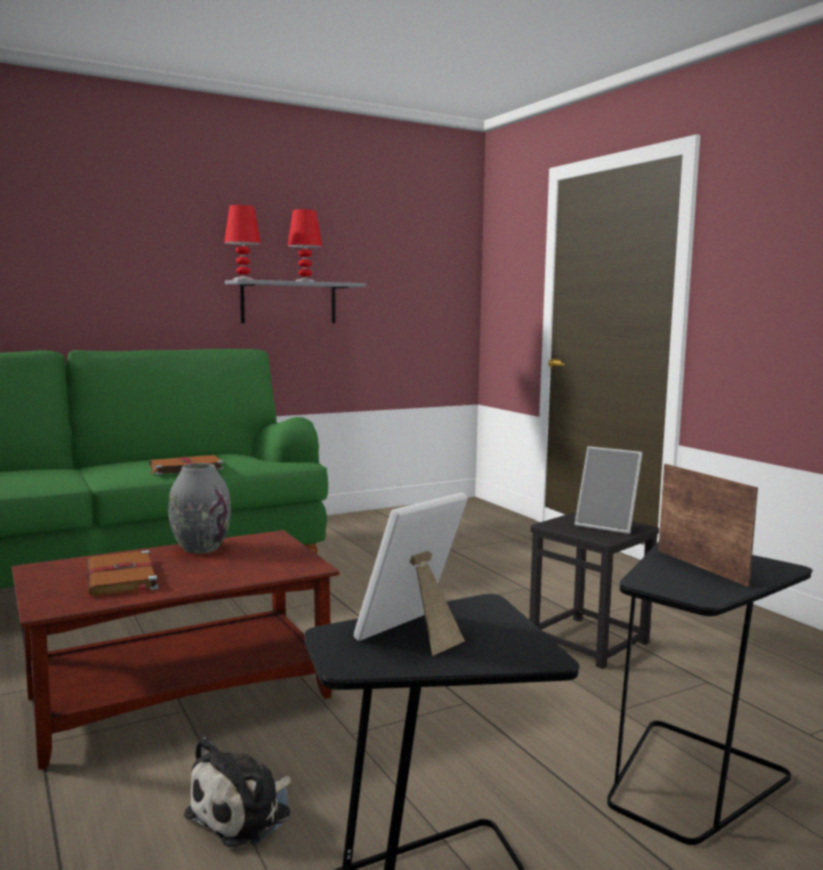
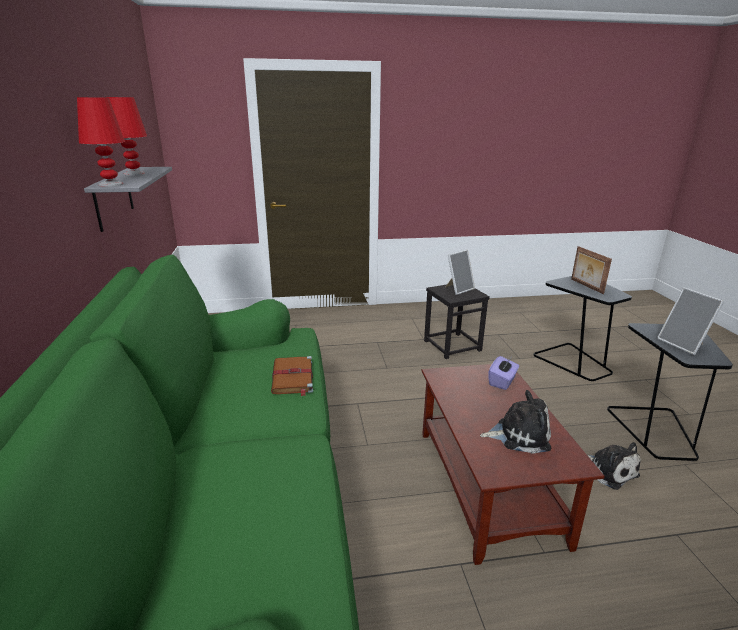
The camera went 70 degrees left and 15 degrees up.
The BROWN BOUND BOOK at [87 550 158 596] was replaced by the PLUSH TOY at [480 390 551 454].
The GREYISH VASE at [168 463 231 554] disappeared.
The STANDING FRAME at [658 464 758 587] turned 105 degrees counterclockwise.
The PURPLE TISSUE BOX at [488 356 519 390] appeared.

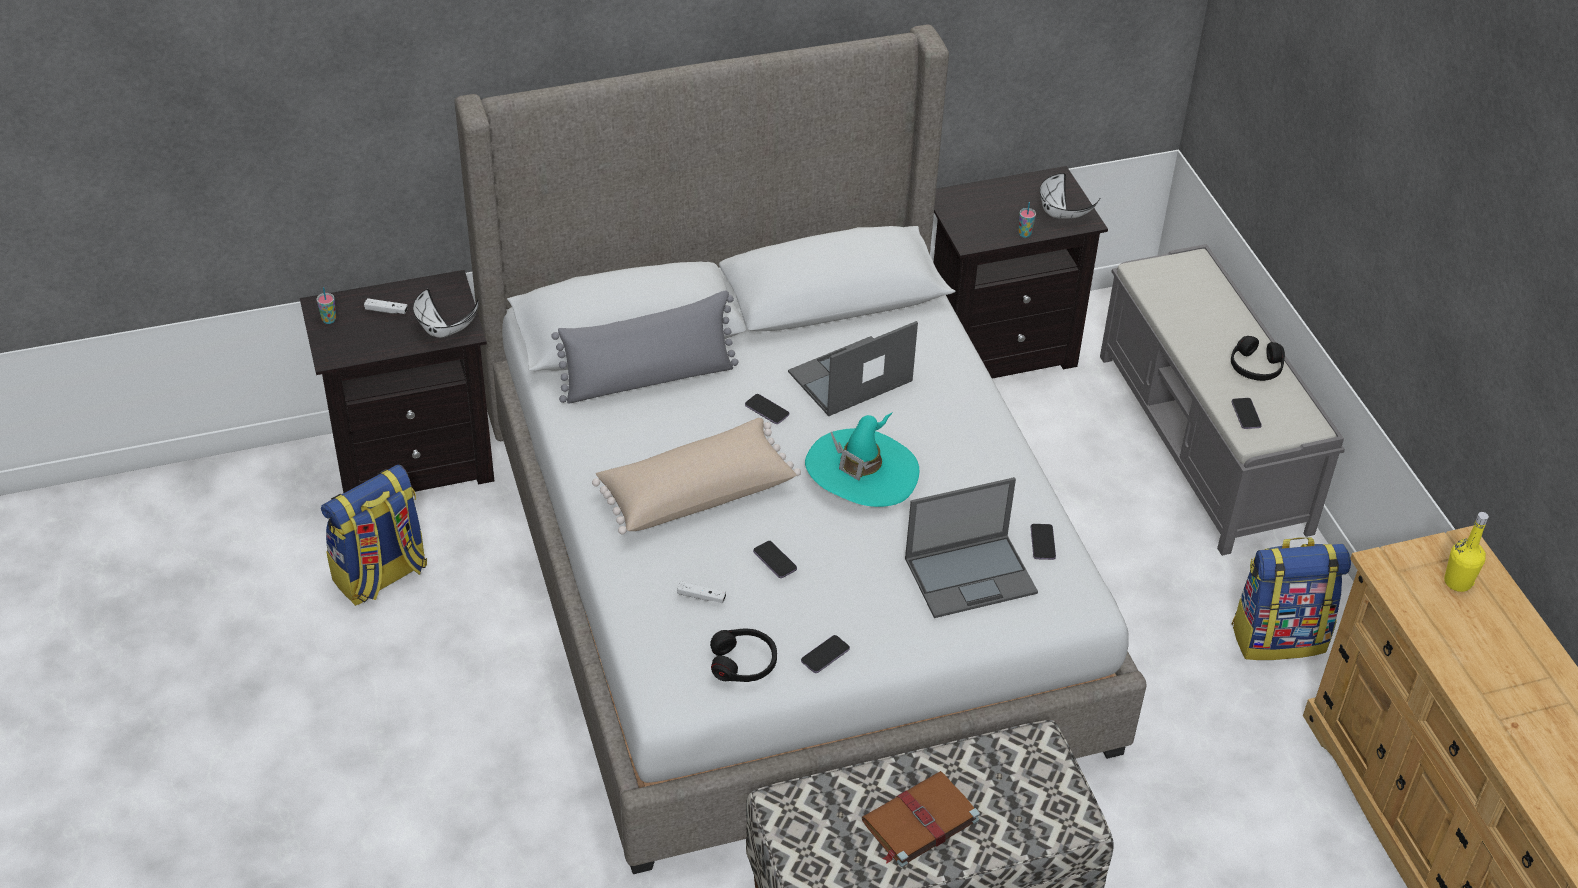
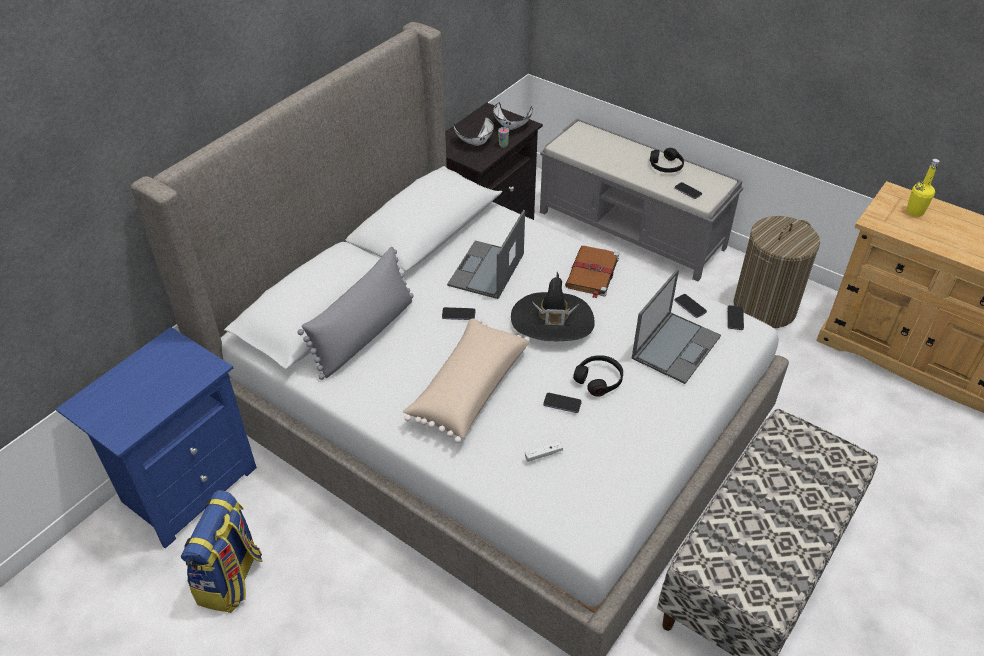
The camera went 35 degrees left and 0 degrees up.
The BLACK-COLOURED NIGHT TABLE at [300 270 494 493] became the BLUISH NIGHT TABLE at [56 327 257 549].
The DRINKING CUP at [317 287 336 324] disappeared.
The WHITISH JOYPAD at [364 298 408 314] disappeared.
The WHITISH BOWL moved from [413 289 479 338] to [453 117 494 146].
The BLACK-COLOURED HEADPHONES moved from [710 628 777 682] to [573 355 623 397].
The PHONE moved from [801 635 850 673] to [727 305 744 330].
The BLUE-GREEN CLOTHING HAT at [805 412 919 507] became the BLACK-COLOURED CLOTHING HAT at [511 272 595 341].
The BROWN BOUND BOOK moved from [862 771 980 867] to [565 246 619 299].
The BACKPACK at [1231 537 1351 660] was replaced by the LAUNDRY BASKET at [734 216 820 328].

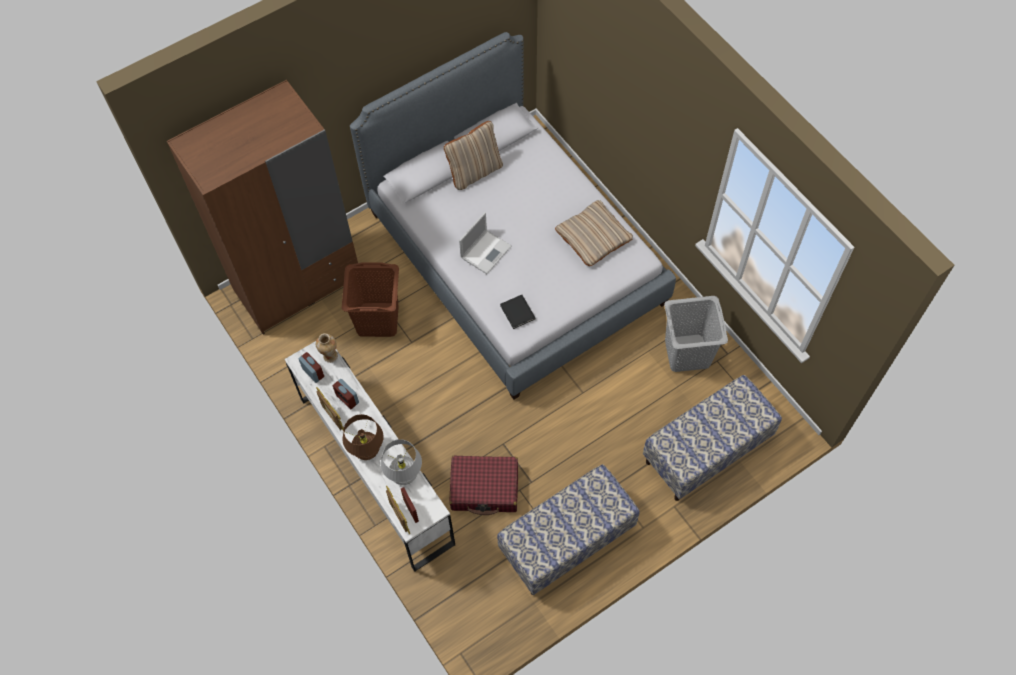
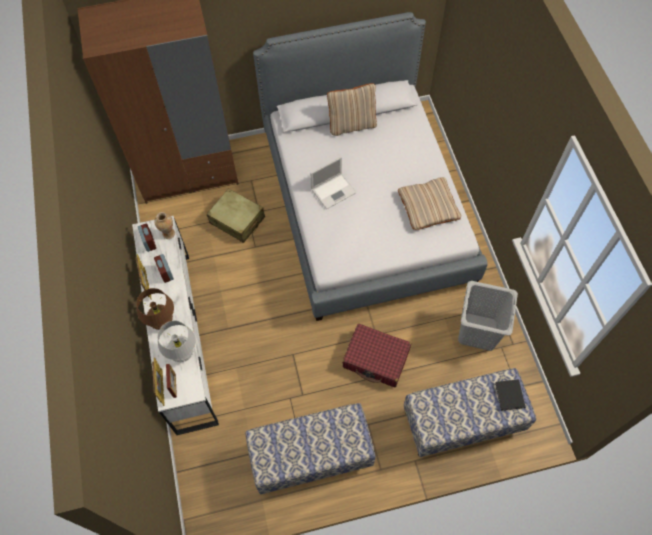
The camera went 20 degrees right and 0 degrees up.
The BROWN LAUNDRY BASKET at [342 263 399 337] was replaced by the SAND-COLOURED PIECE OF LUGGAGE at [207 188 265 243].
The RED PIECE OF LUGGAGE moved from [450 455 518 515] to [342 323 411 387].
The BLACK-COLOURED BOUND BOOK moved from [500 295 535 329] to [495 379 525 411].

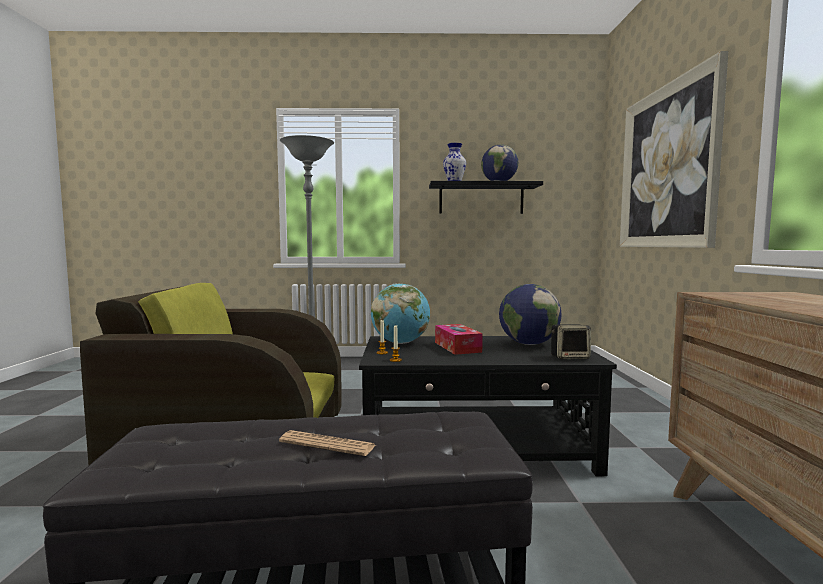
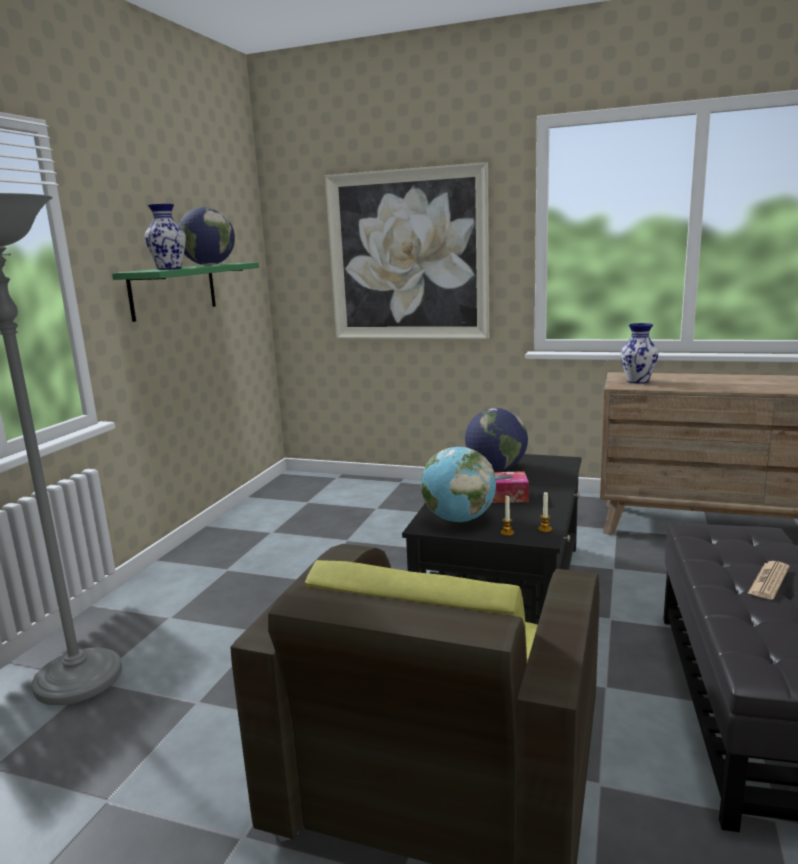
The camera went 70 degrees left and 10 degrees up.
The BLACK-COLOURED SHELF at [429 181 543 214] became the GREEN SHELF at [112 262 259 322].
The AUDIO SPEAKER at [551 324 591 359] disappeared.
The VASE at [620 323 659 384] appeared.

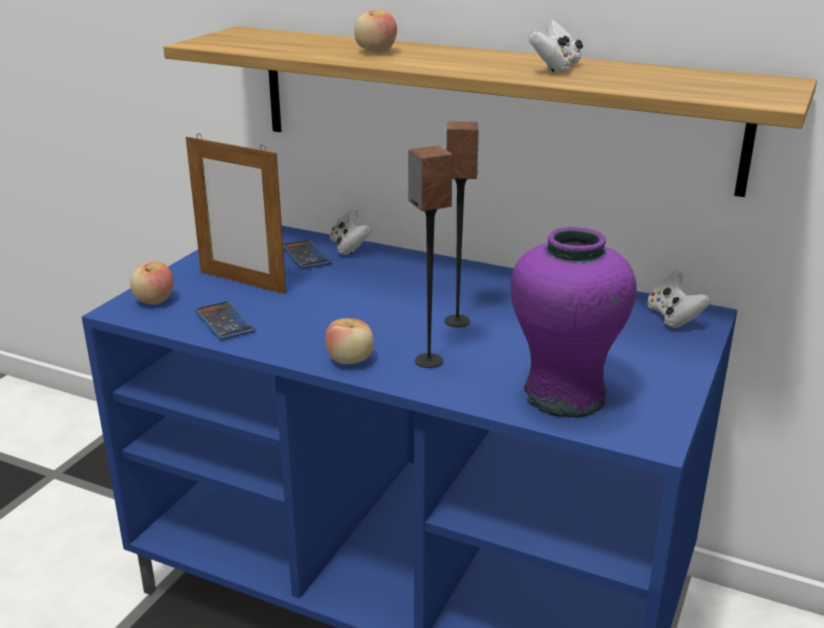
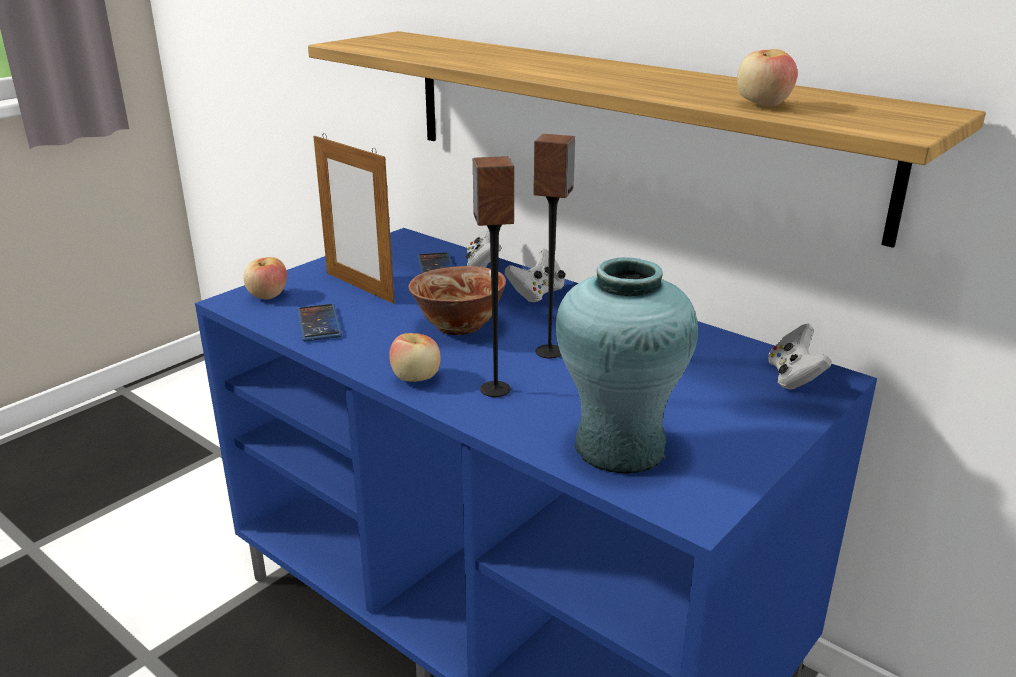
The camera went 15 degrees right and 0 degrees up.
The WHOLE APPLE moved from [354 10 397 53] to [737 49 798 107].
The PURPLE VASE at [510 227 637 417] became the BLUE-GREEN VASE at [556 257 698 473].
The WHITISH JOYPAD moved from [528 20 583 73] to [504 249 565 303].
The BOWL at [409 266 506 335] appeared.

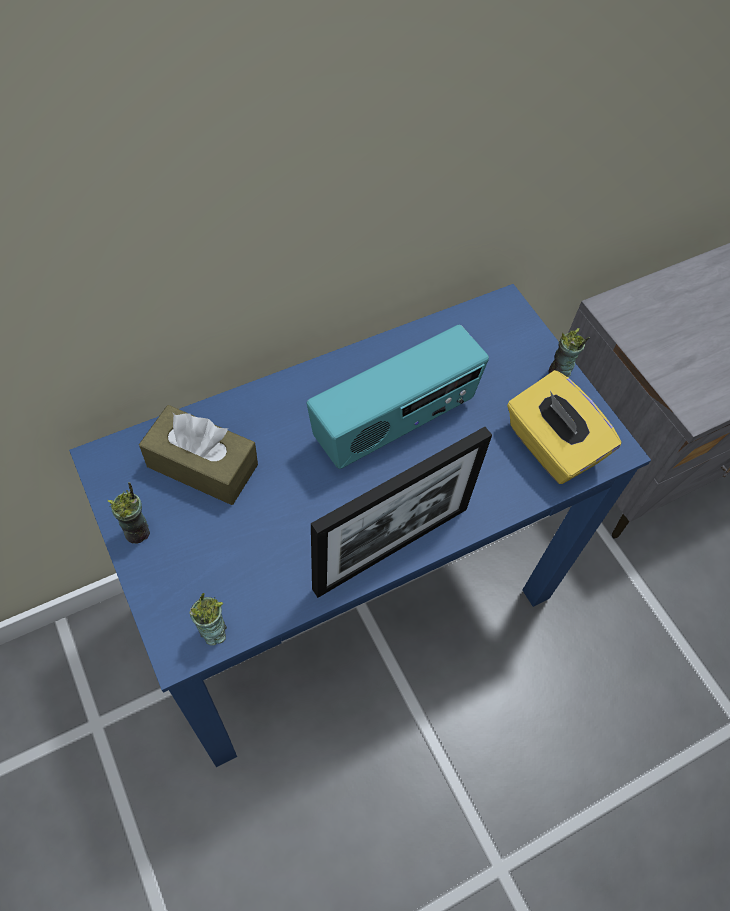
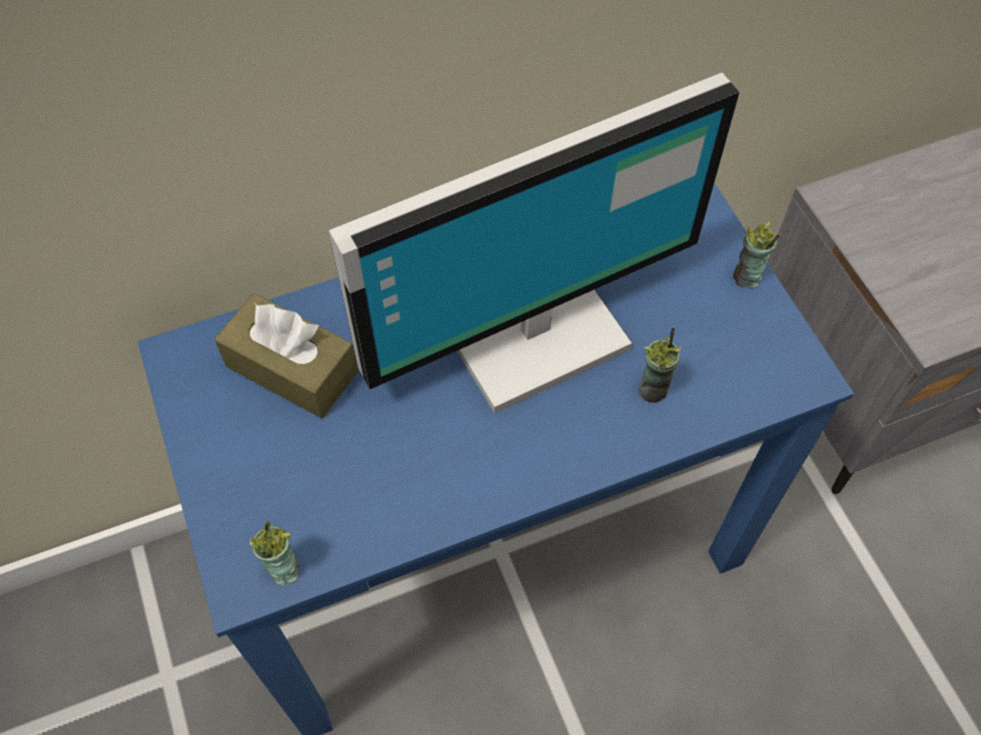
The camera went 10 degrees right and 0 degrees up.
The DRINKING CUP moved from [108 482 150 544] to [638 327 682 403].
The RADIO at [307 325 489 469] was replaced by the COMPUTER DISPLAY at [329 73 740 414].
The STANDING FRAME at [311 427 492 598] disappeared.
The YELLOWISH TISSUE BOX at [507 370 621 484] disappeared.

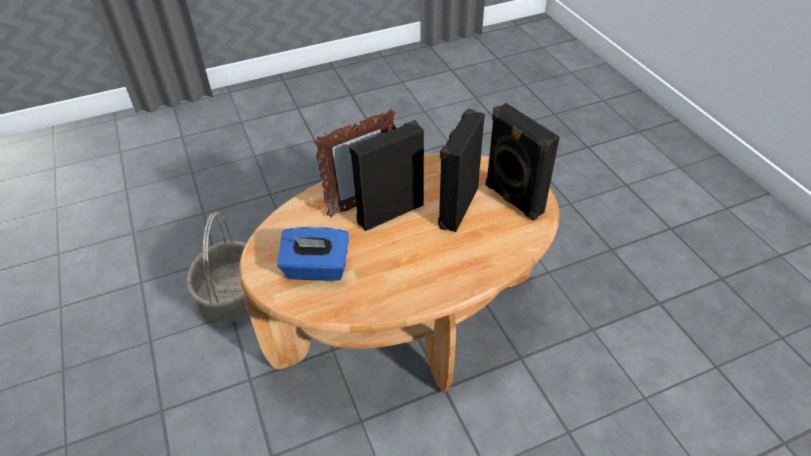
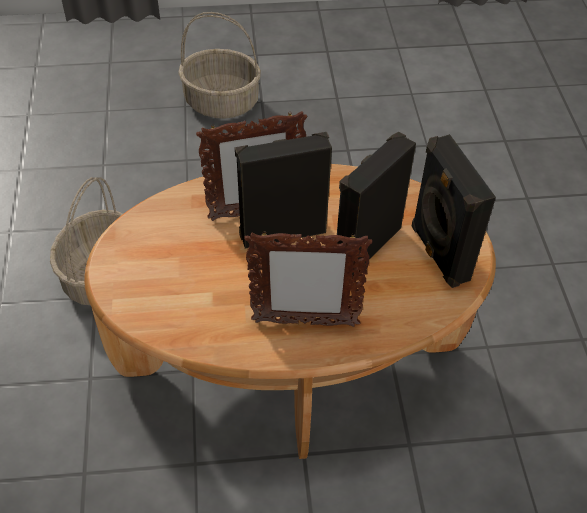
The camera went 15 degrees right and 5 degrees up.
The BLUISH TISSUE BOX at [277 227 350 281] disappeared.
The HOUSEHOLD BASKET at [178 12 261 119] appeared.
The STANDING FRAME at [244 231 372 327] appeared.

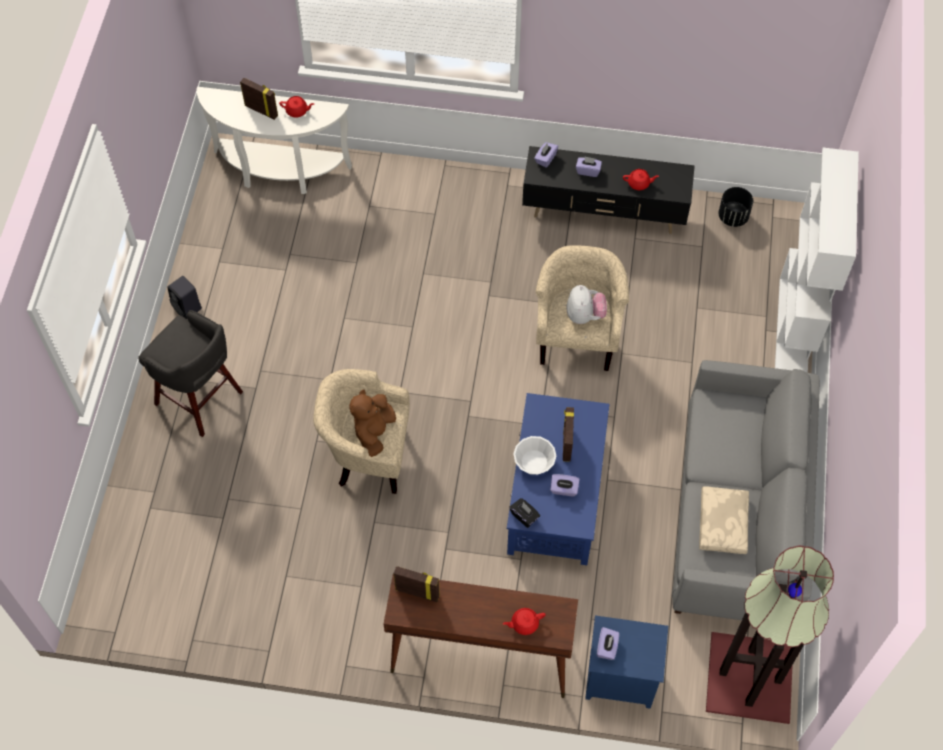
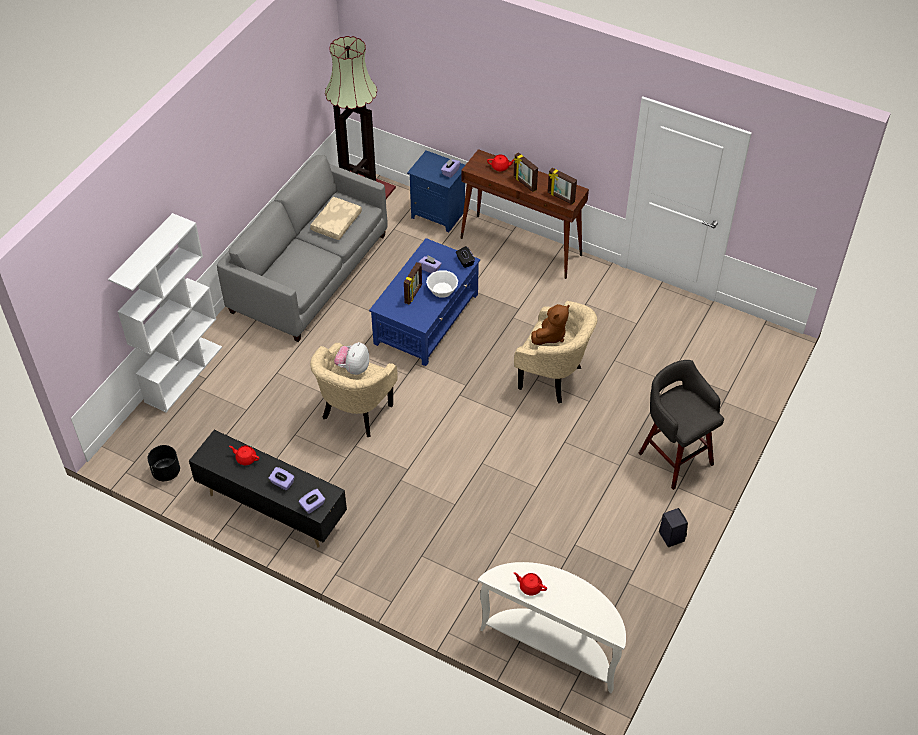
The camera went 160 degrees left and 10 degrees down.
The STANDING FRAME moved from [240 78 278 120] to [514 152 538 192].

